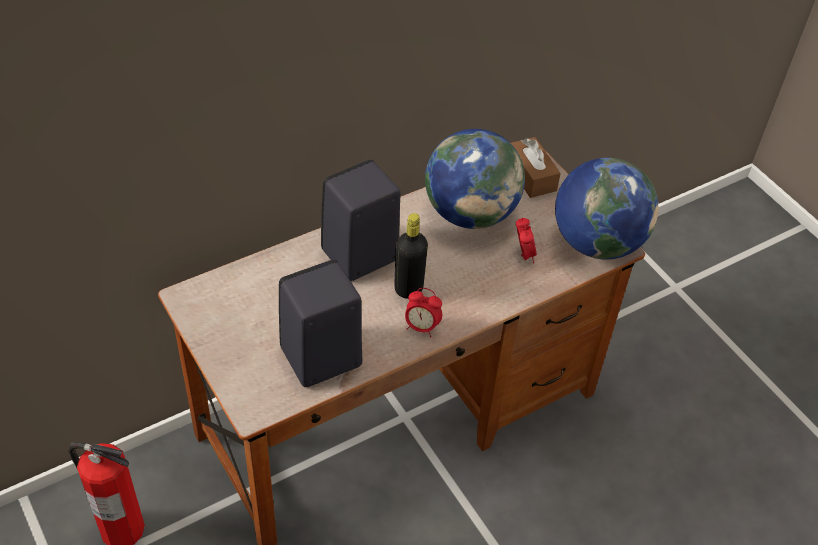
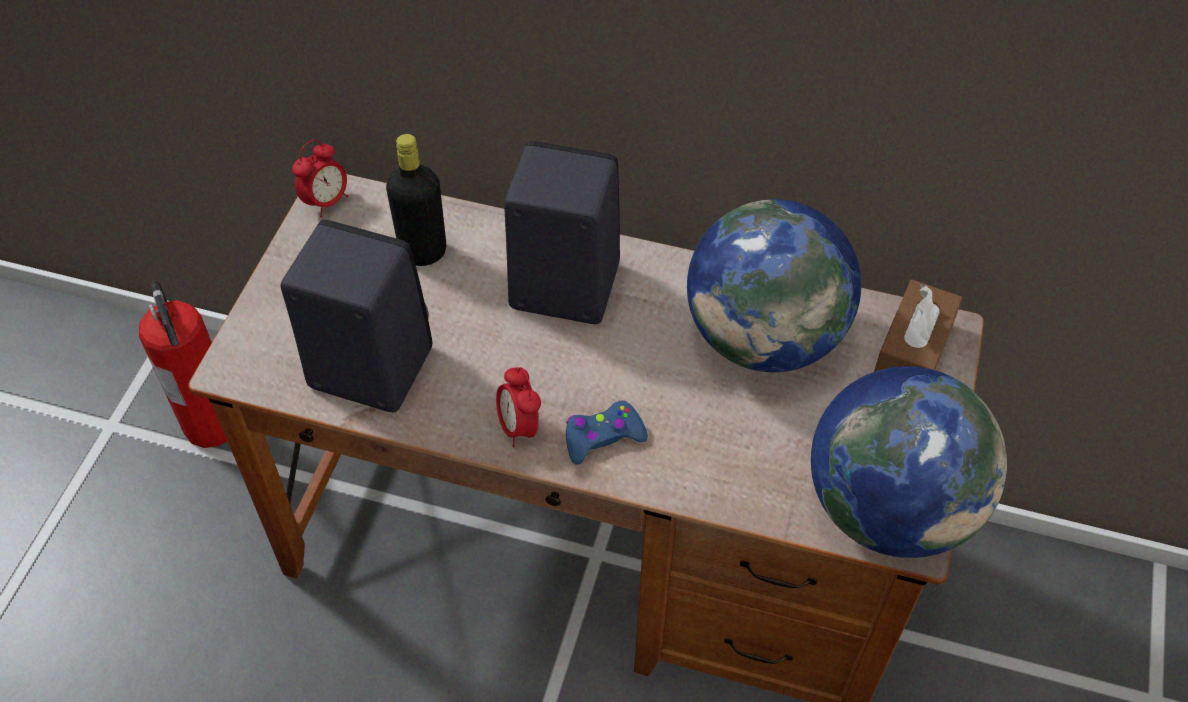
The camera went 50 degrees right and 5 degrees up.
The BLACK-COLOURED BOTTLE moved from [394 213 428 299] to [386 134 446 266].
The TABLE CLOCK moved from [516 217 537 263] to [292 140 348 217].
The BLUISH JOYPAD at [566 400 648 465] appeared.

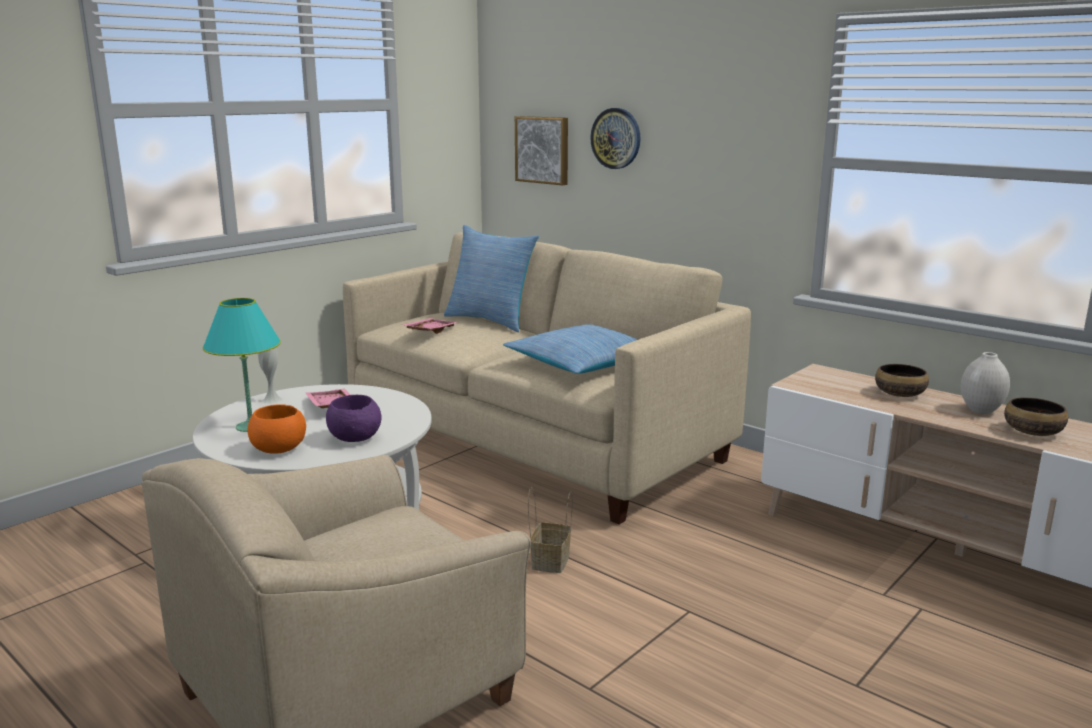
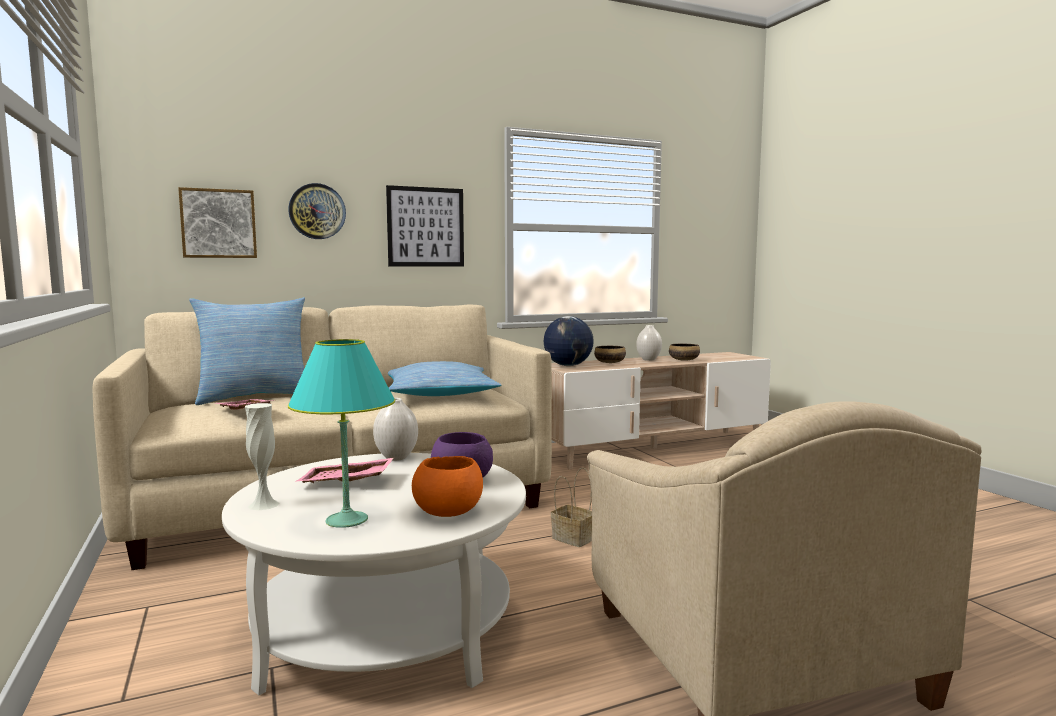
The camera went 65 degrees left and 10 degrees down.
The WHITISH VASE at [373 398 418 461] appeared.
The WALL PICTURE at [386 185 464 267] appeared.
The GLOBE at [544 316 594 366] appeared.

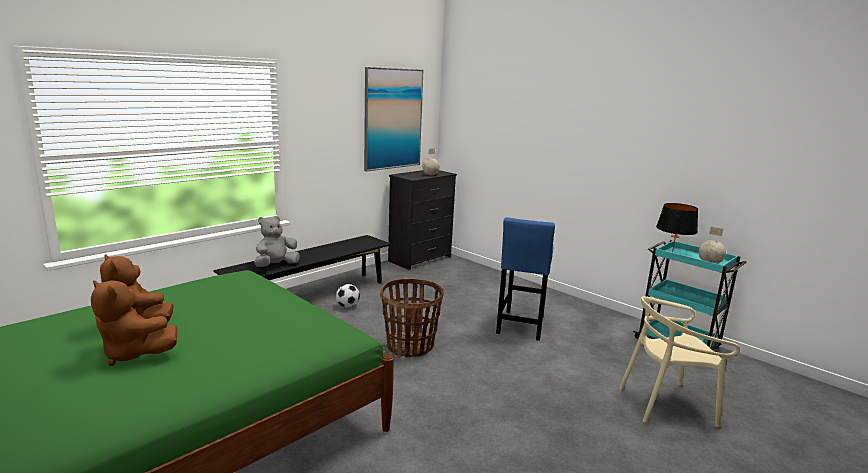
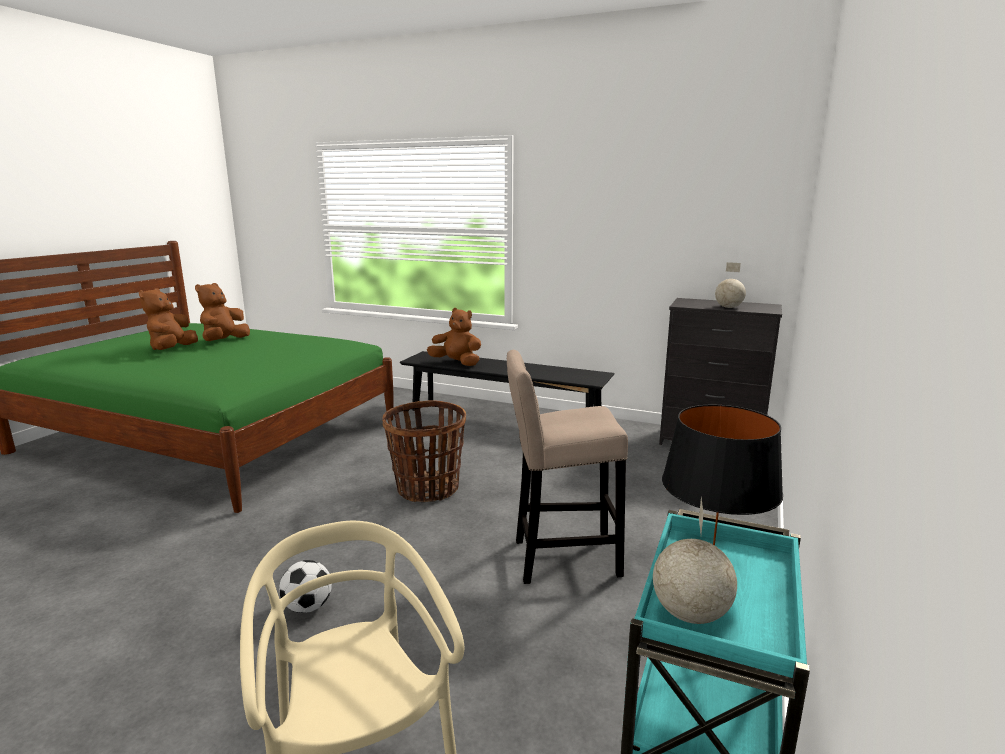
The camera went 70 degrees right and 0 degrees up.
The GREYISH PLUSH TOY at [254 216 300 267] became the BROWN PLUSH TOY at [427 308 481 366].
The FOOTBALL moved from [336 284 360 308] to [279 560 332 613].
The WALL PICTURE at [364 67 424 172] disappeared.
The BLUISH STOOL at [496 217 555 341] became the SAND-COLOURED STOOL at [507 350 628 584].

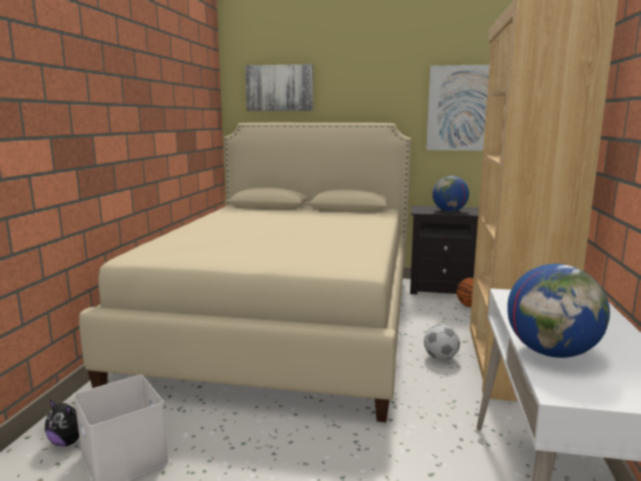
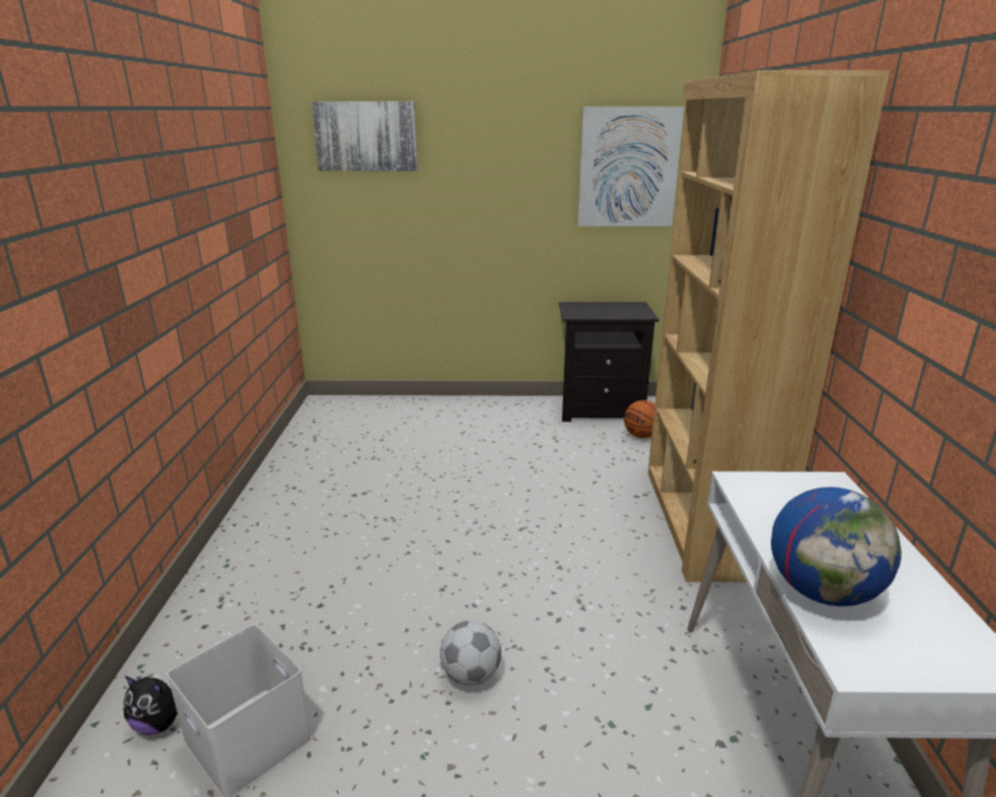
The camera went 10 degrees left and 10 degrees up.
The SAND-COLOURED BEDROOM BED at [79 123 411 422] disappeared.
The FOOTBALL moved from [424 325 460 361] to [440 620 501 686].
The GLOBE at [432 176 469 212] disappeared.

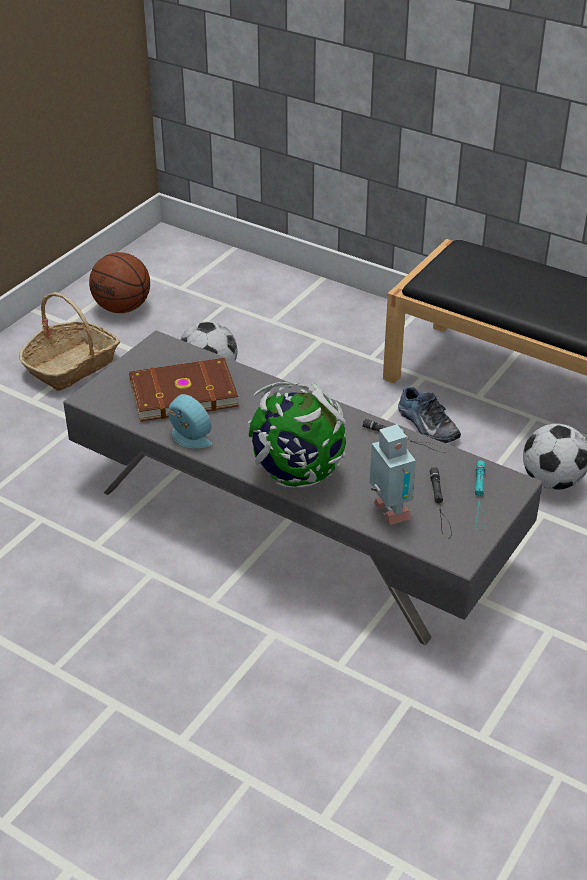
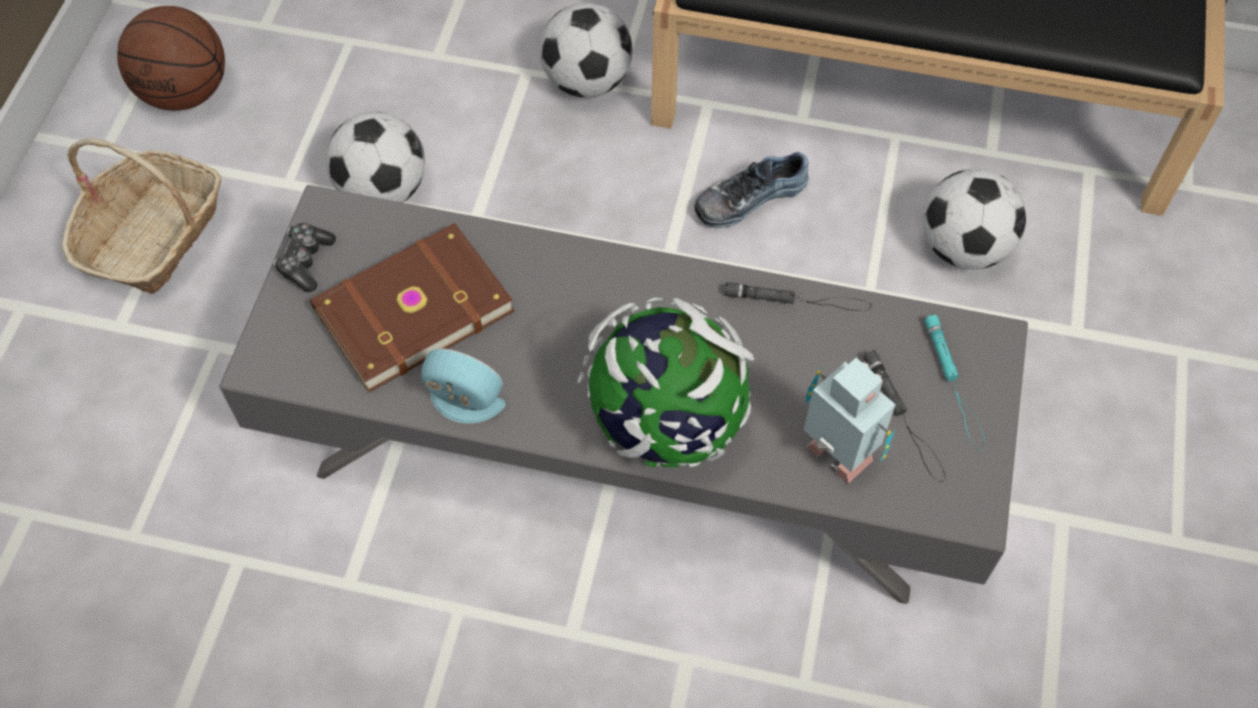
The camera went 20 degrees left and 20 degrees up.
The ITEM OF FOOTWEAR at [398 386 461 443] turned 120 degrees clockwise.
The JOYPAD at [274 223 336 292] appeared.
The FOOTBALL at [540 3 633 98] appeared.

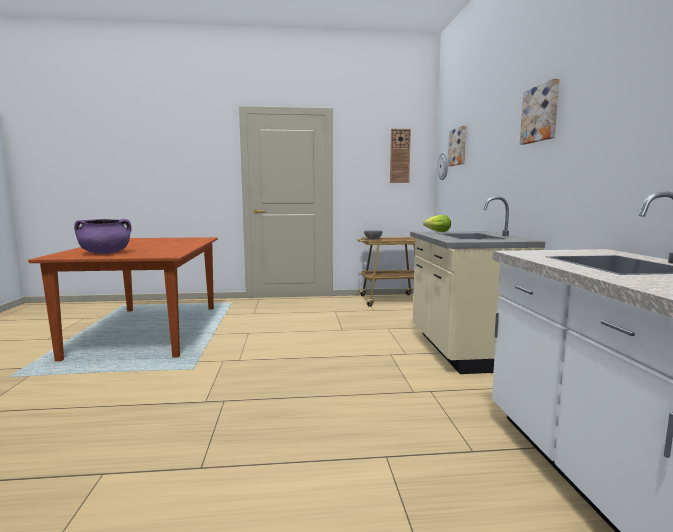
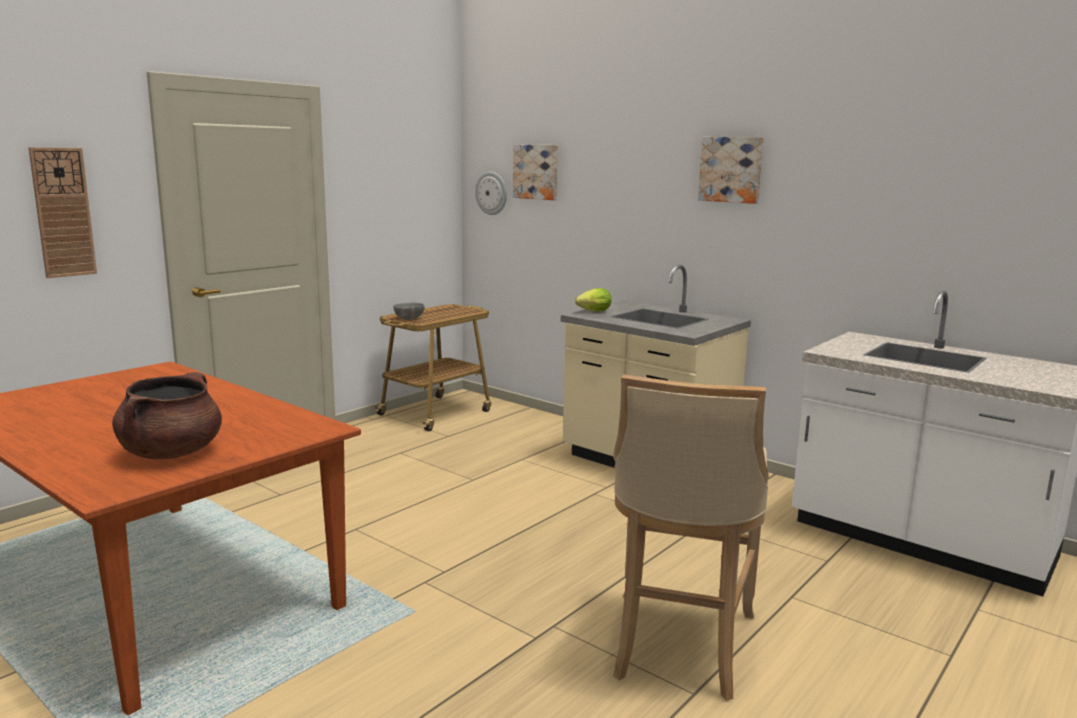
The camera went 45 degrees left and 5 degrees up.
The PURPLE COOKING POT at [74 219 131 254] became the BROWN COOKING POT at [112 372 222 459].
The WALL CLOCK moved from [390 129 411 183] to [28 147 97 278].
The SAND-COLOURED STOOL at [613 375 769 701] appeared.

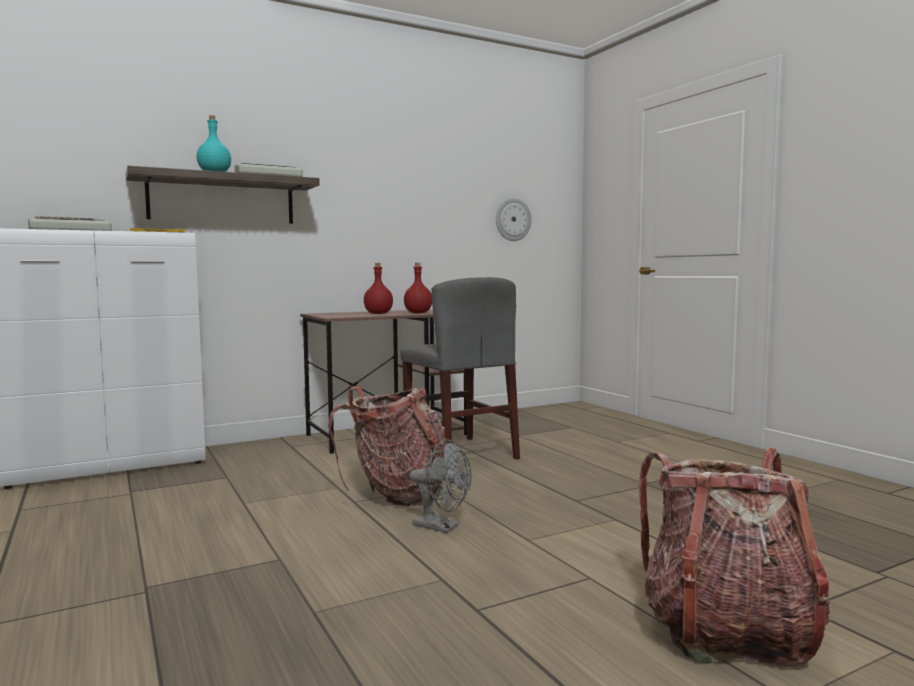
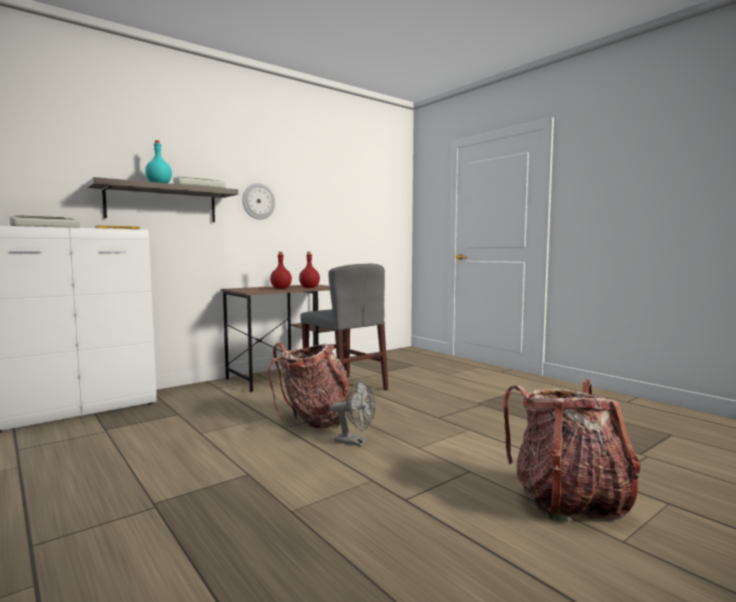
The camera went 10 degrees left and 0 degrees up.
The WALL CLOCK moved from [496 198 532 241] to [243 183 275 220].

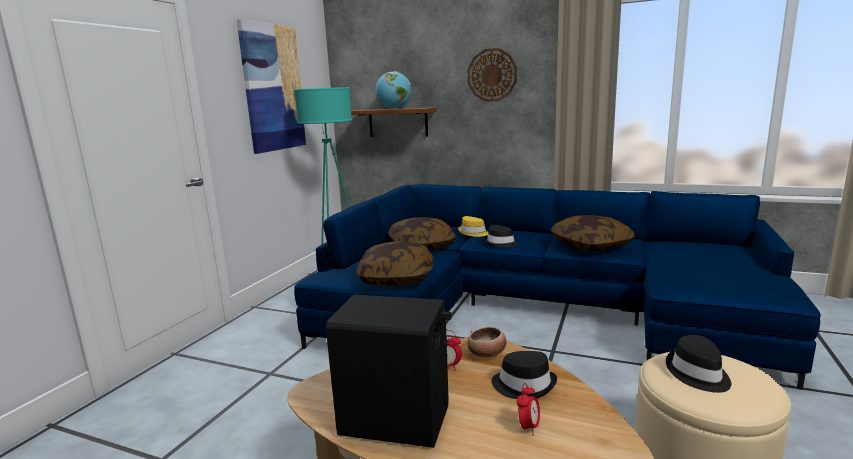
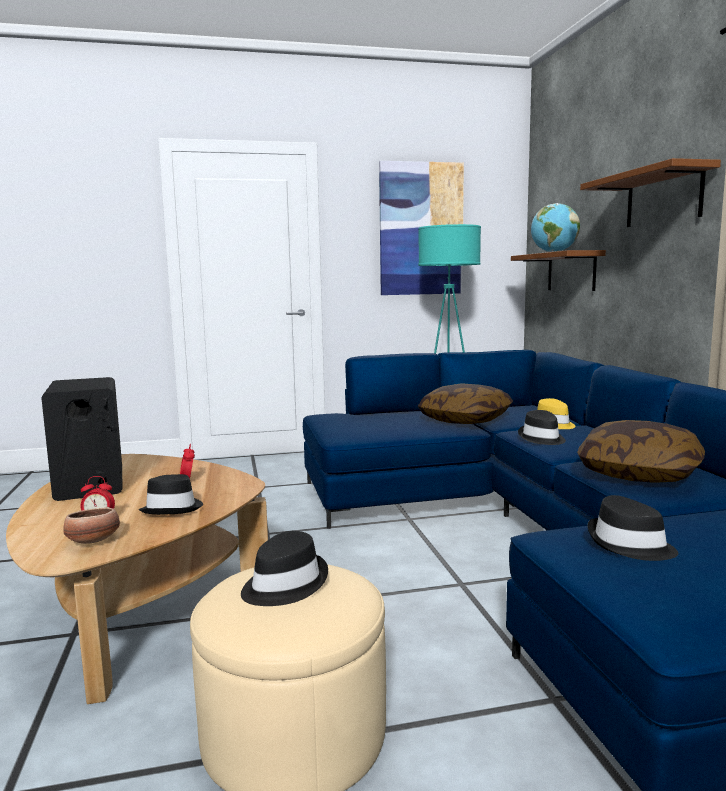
The camera went 55 degrees right and 5 degrees down.
The THROW PILLOW at [357 241 434 286] disappeared.
The WALL CLOCK at [467 48 517 102] was replaced by the BROWN SHELF at [580 158 721 227].
The BOWL moved from [468 327 506 358] to [63 507 120 544].
The BLACK-COLOURED CLOTHING HAT at [587 495 678 561] appeared.

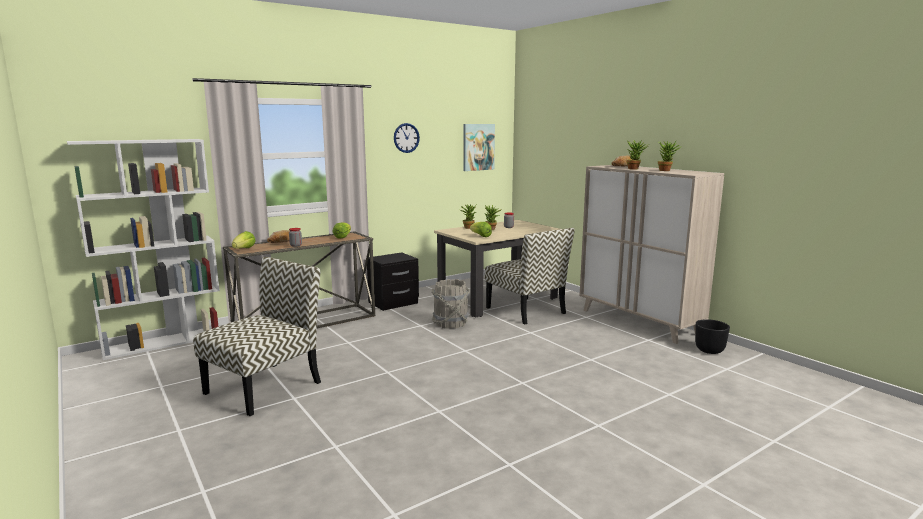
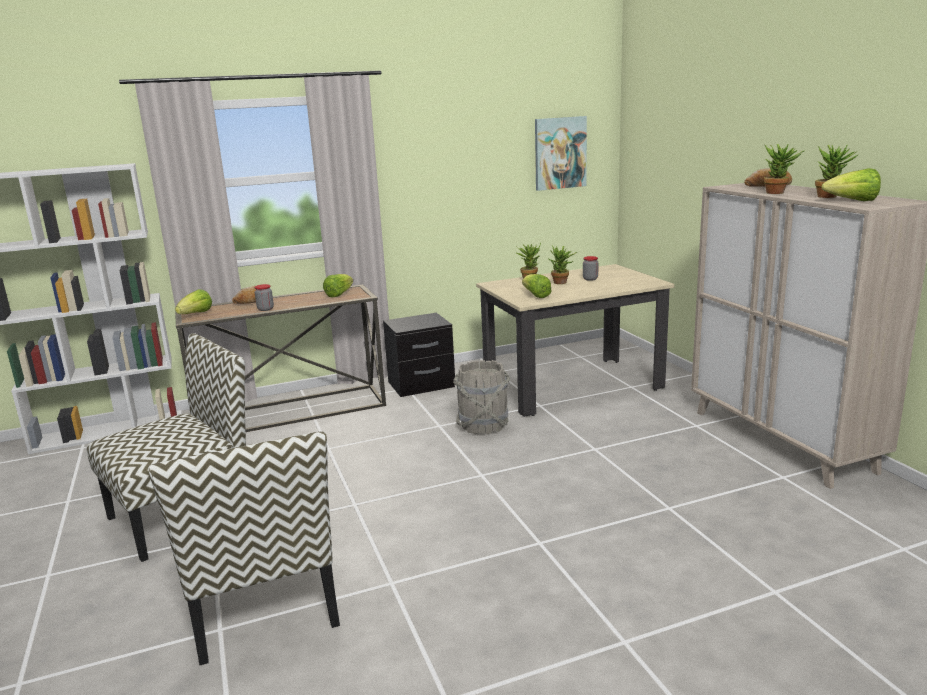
The camera went 15 degrees right and 5 degrees up.
The WALL CLOCK at [394 123 420 153] disappeared.
The CHAIR moved from [485 228 575 324] to [148 431 340 665].
The BLACK-COLOURED PLANT POT at [695 319 730 354] disappeared.
The HEAD OF LETTUCE at [821 168 881 201] appeared.

